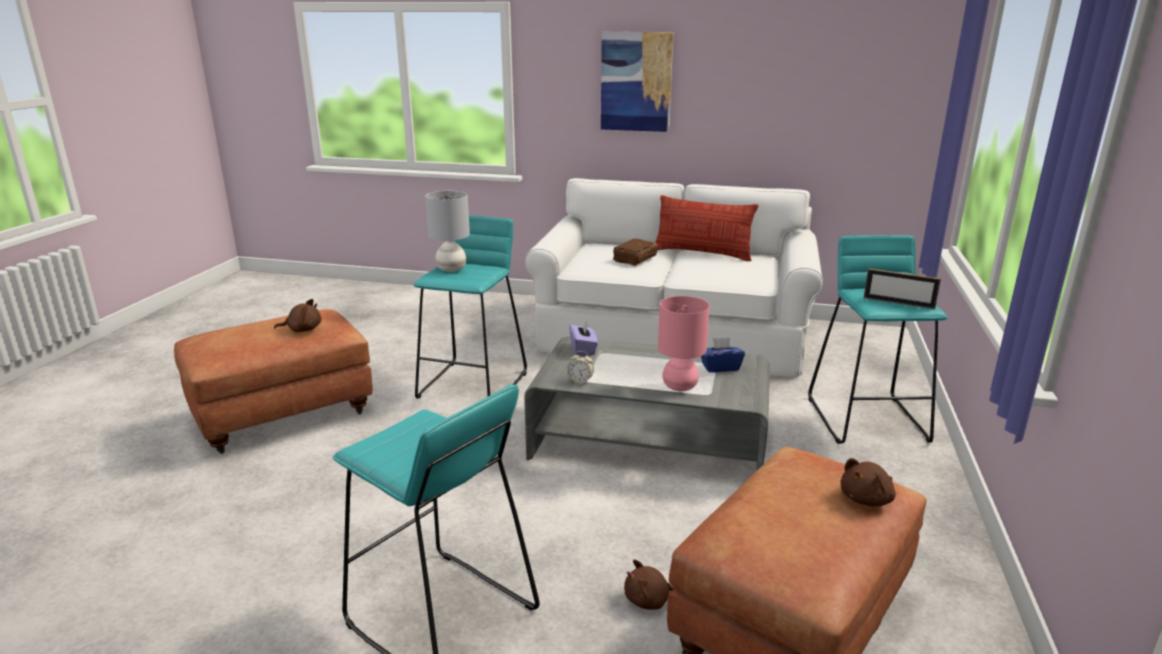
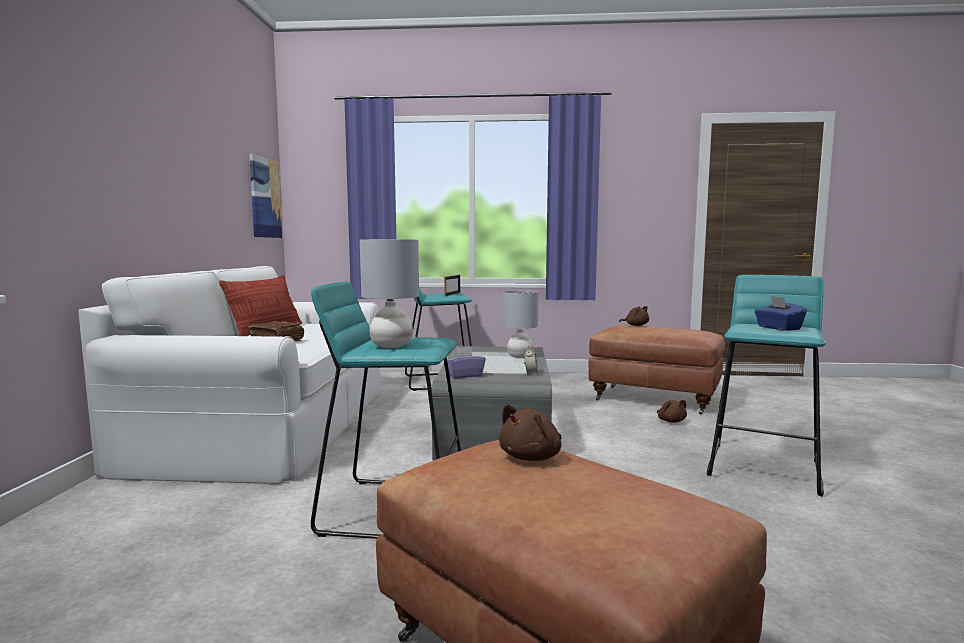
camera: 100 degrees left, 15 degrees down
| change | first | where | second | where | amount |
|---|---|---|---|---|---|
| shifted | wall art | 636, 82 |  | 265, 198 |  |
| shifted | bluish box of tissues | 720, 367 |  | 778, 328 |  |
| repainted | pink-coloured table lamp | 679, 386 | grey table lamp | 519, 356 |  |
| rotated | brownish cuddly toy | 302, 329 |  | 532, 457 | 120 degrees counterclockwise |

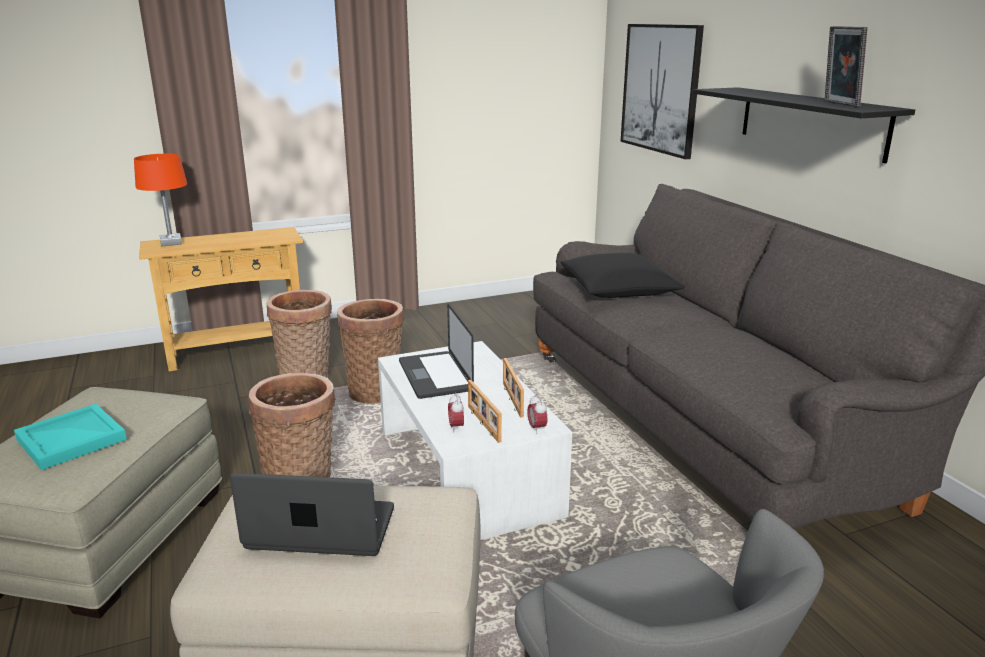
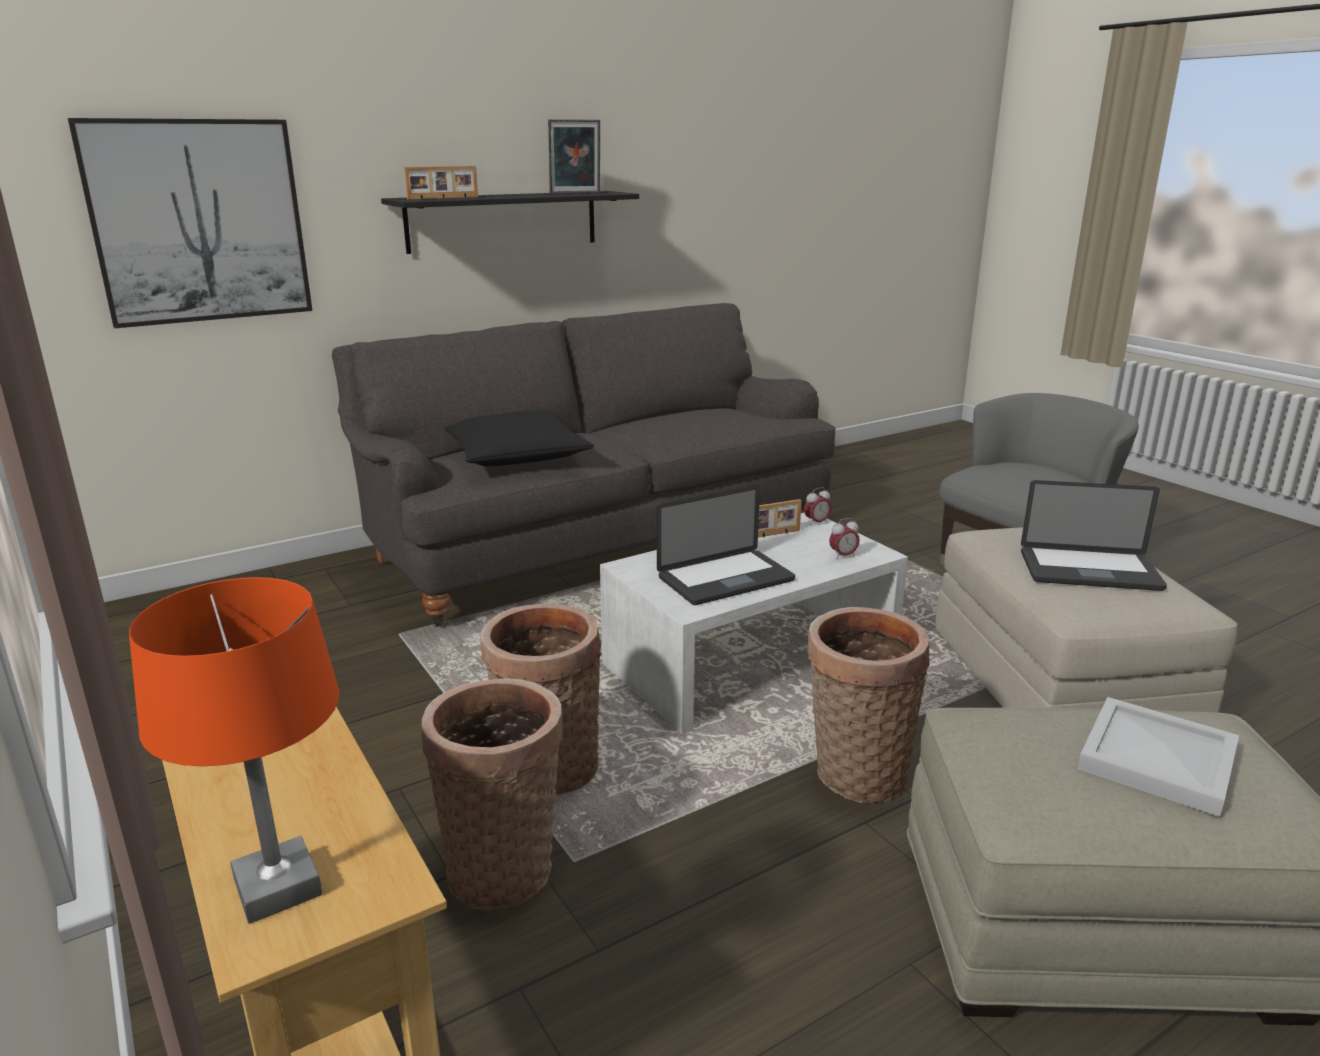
camera: 100 degrees left, 0 degrees up
| change | first | where | second | where | amount |
|---|---|---|---|---|---|
| shifted | picture frame | 483, 424 |  | 443, 198 |  |
| repainted | turquoise-coloured tray | 72, 438 | white-coloured tray | 1154, 759 |  |
| rotated | laptop | 321, 529 |  | 1089, 571 | 75 degrees counterclockwise |

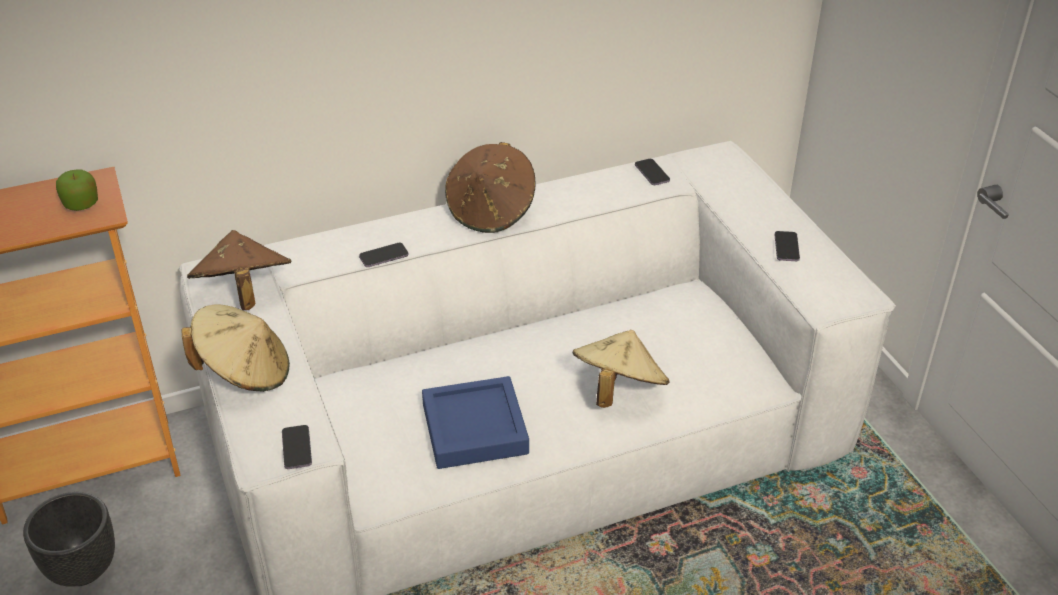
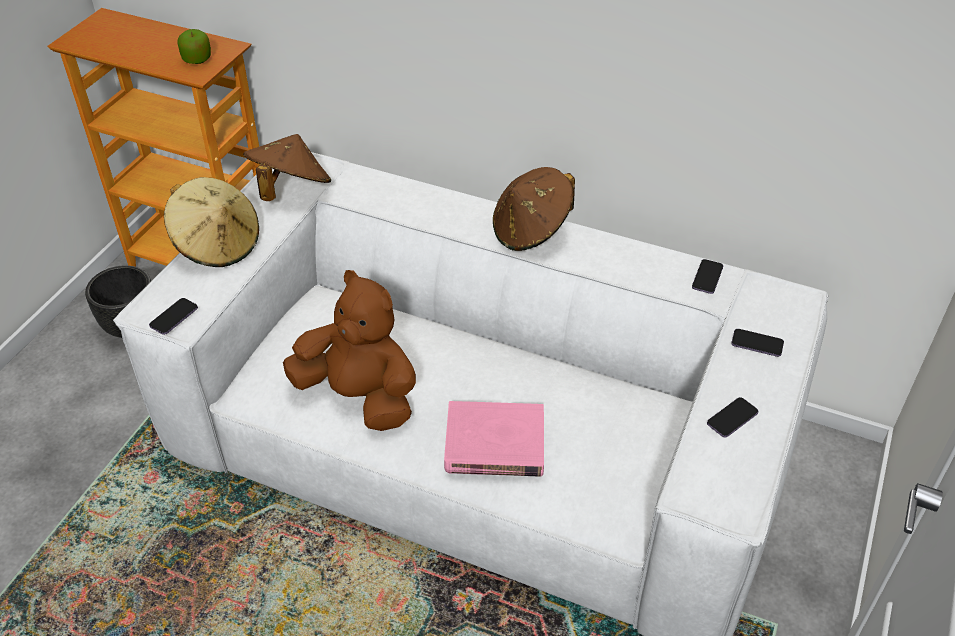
camera: 45 degrees right, 5 degrees up
| change | first | where | second | where | amount |
|---|---|---|---|---|---|
| shifted | telephone | 384, 256 |  | 757, 344 |  |
| swapped | bluish tray | 475, 429 | brownish cuddly toy | 359, 396 |  |
| swapped | beige-coloured clothing hat | 618, 390 | pink-coloured bound book | 494, 444 |  |

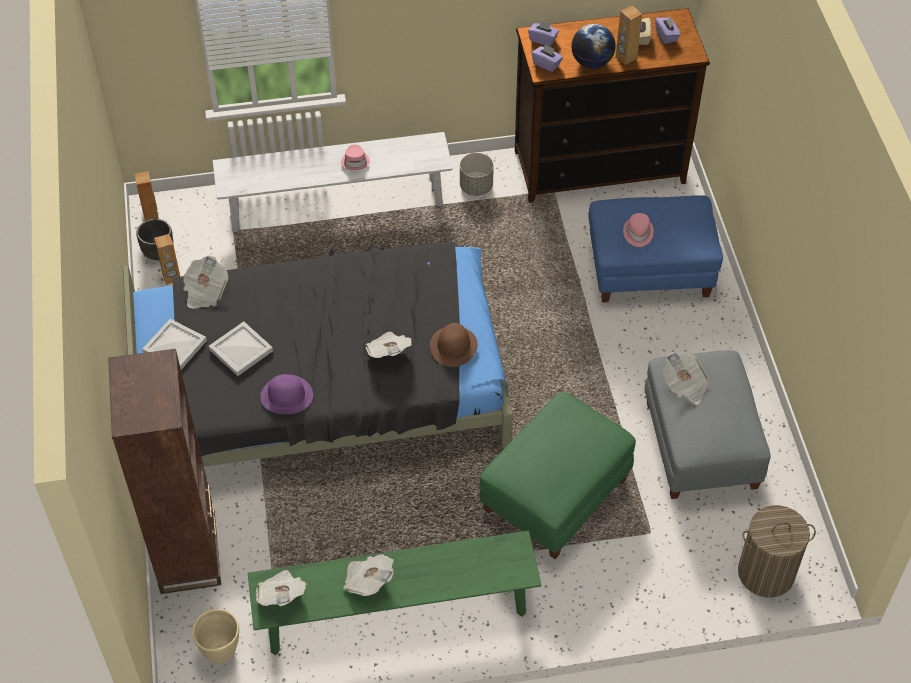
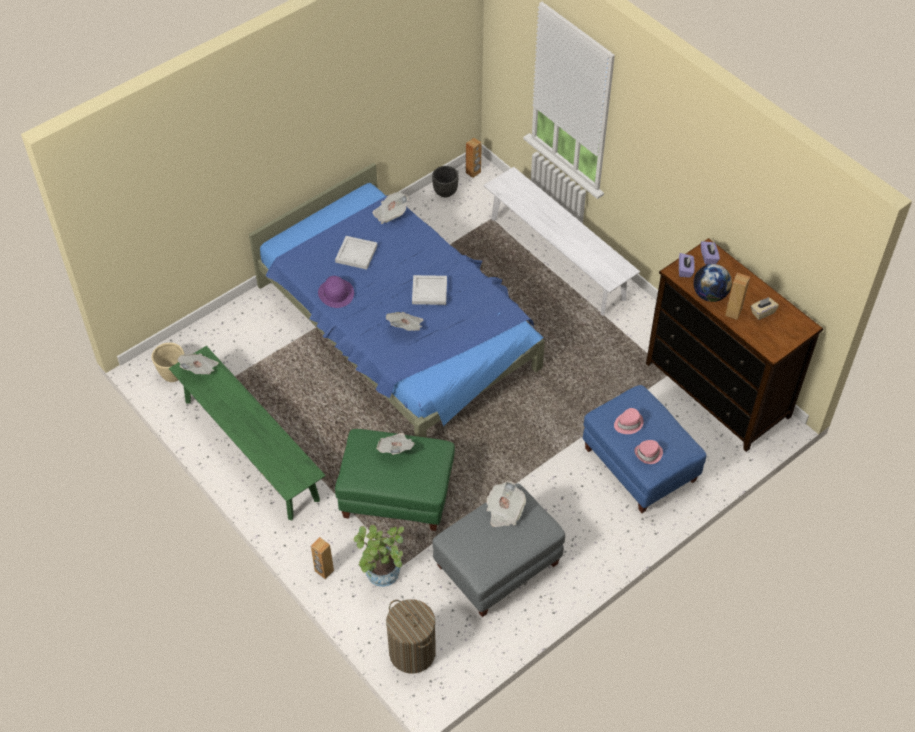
camera: 60 degrees right, 0 degrees up
| change | first | where | second | where | amount |
|---|---|---|---|---|---|
| gone | brownish shelving unit | 188, 552 |  |  |  |
| gone | brownish clothing hat | 453, 346 |  |  |  |
| gone | grey flower pot | 476, 187 |  |  |  |
| gone | purple box of tissues | 666, 36 |  |  |  |
| new |  |  | plant in a pot | 381, 577 |  |
| shifted | white-coloured tray | 175, 346 |  | 430, 291 |  |
| shifted | brownish speaker | 172, 277 |  | 324, 571 |  |
| shifted | pink-coloured clothing hat | 355, 161 |  | 648, 454 |  |
| shifted | newspaper | 368, 580 |  | 396, 449 |  |
| repainted | blackish bedroom bed | 323, 387 | bluish bedroom bed | 398, 328 |  |

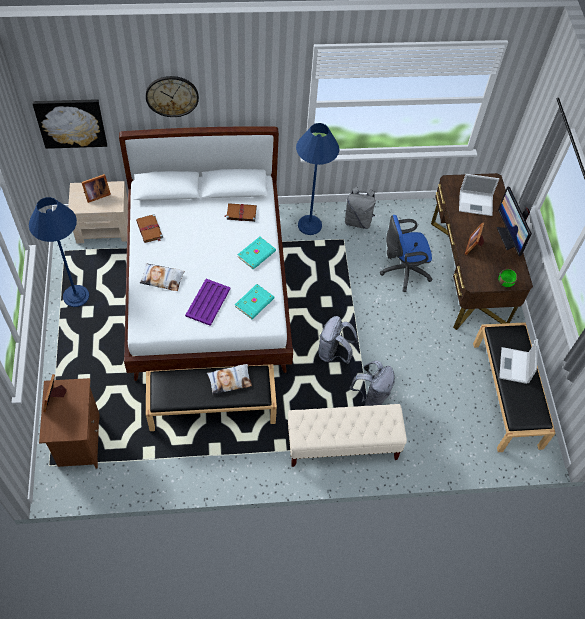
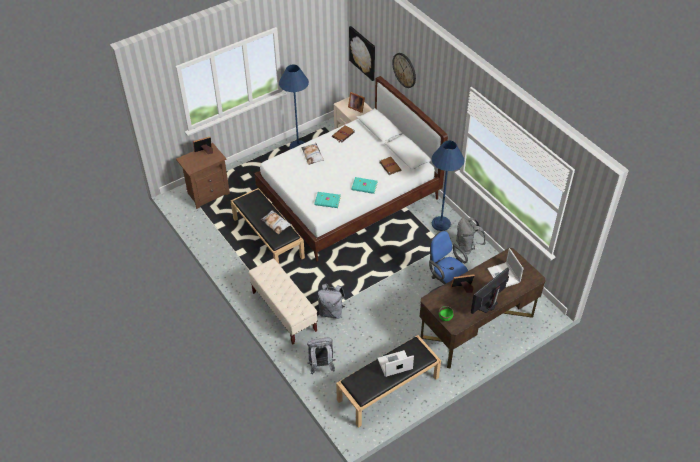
camera: 65 degrees right, 10 degrees down
| change | first | where | second | where | amount |
|---|---|---|---|---|---|
| gone | purple tray | 208, 302 |  |  |  |
| shifted | grey rucksack | 334, 353 |  | 321, 366 |  |

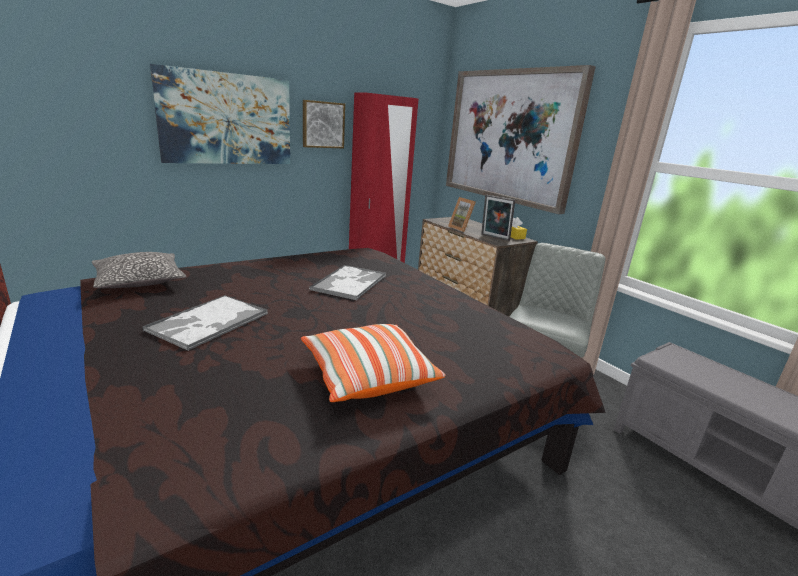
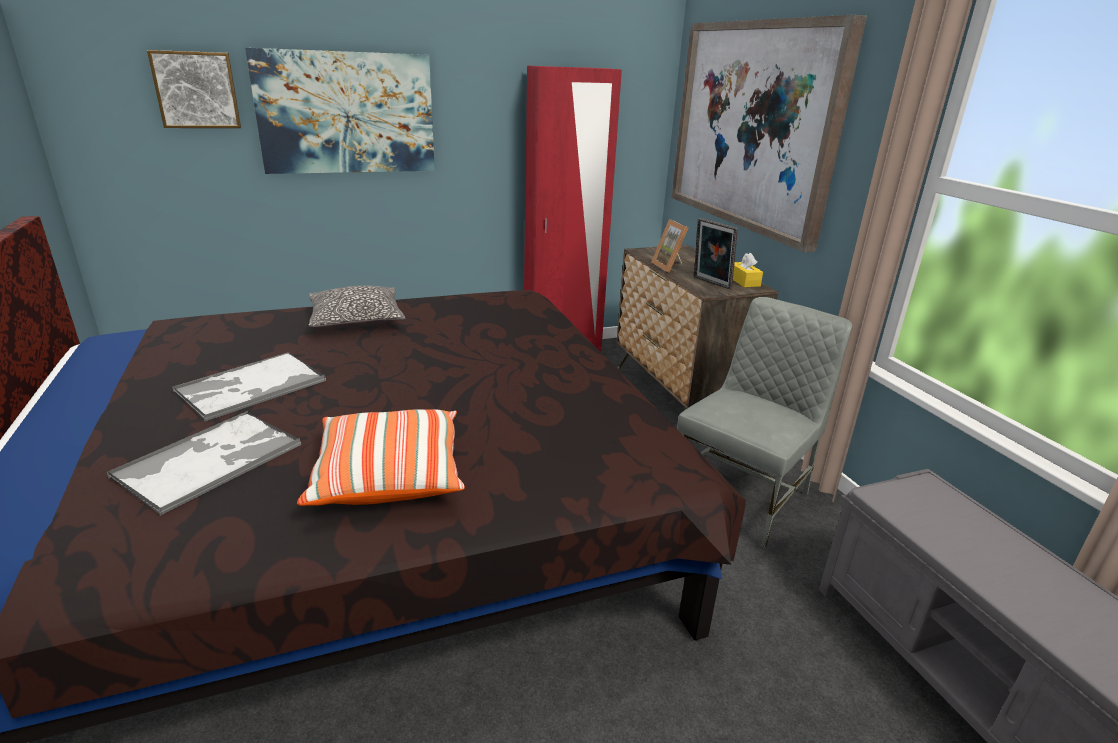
camera: 15 degrees right, 5 degrees up
| change | first | where | second | where | amount |
|---|---|---|---|---|---|
| shifted | throw pillow | 140, 281 |  | 357, 320 |  |
| shifted | wall art | 323, 124 |  | 196, 90 |  |
| shifted | tray | 350, 282 |  | 211, 460 |  |

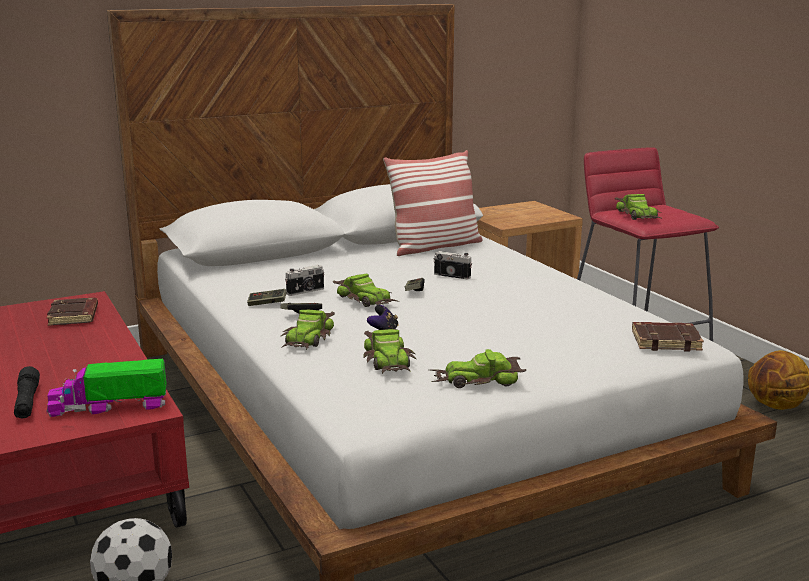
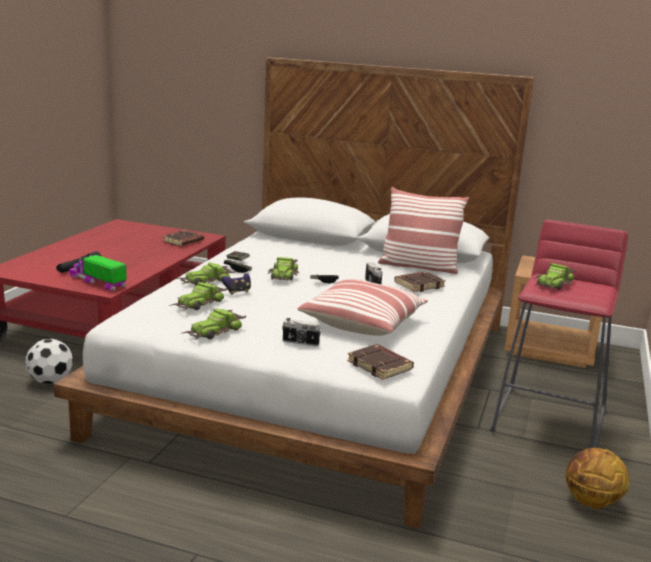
camera: 45 degrees right, 0 degrees up
| change | first | where | second | where | amount |
|---|---|---|---|---|---|
| new |  |  | throw pillow | 363, 322 |  |
| new |  |  | brownish bound book | 419, 285 |  |
| shifted | photo camera | 306, 291 |  | 300, 343 |  |
| rotated | model car | 477, 380 |  | 214, 331 | 90 degrees counterclockwise |

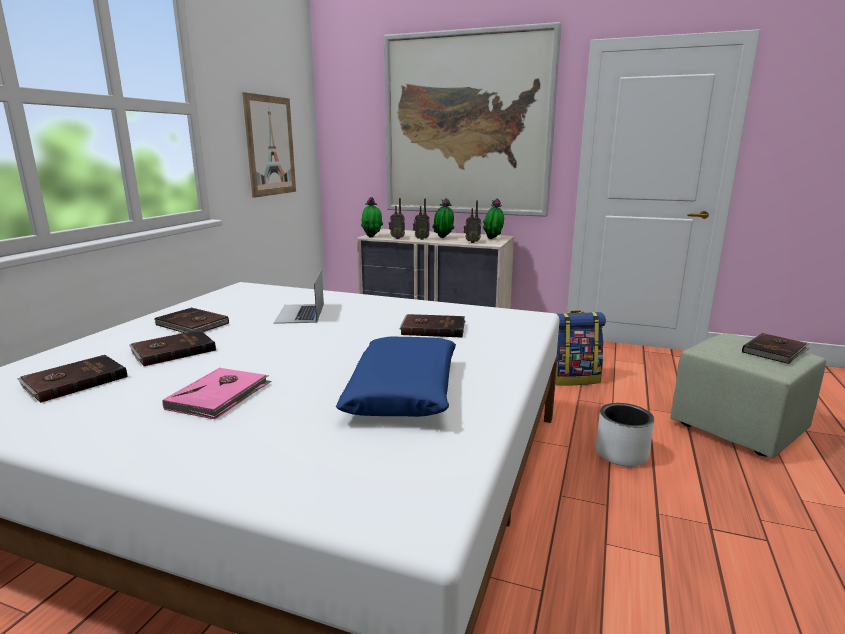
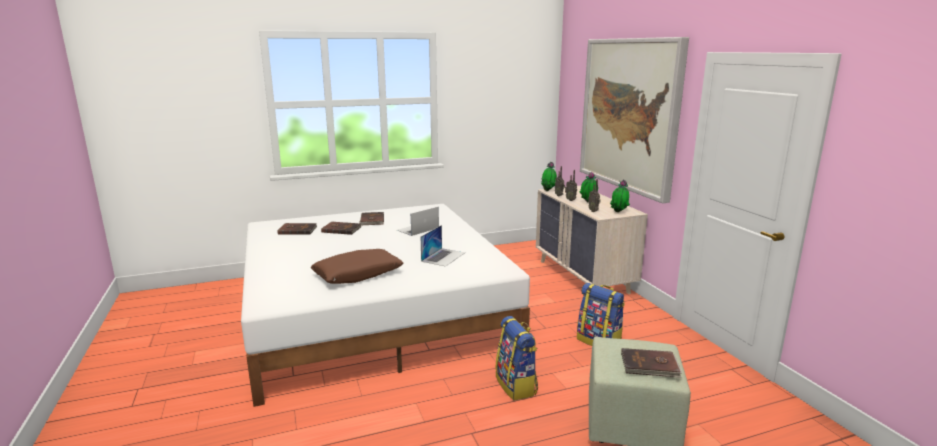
camera: 50 degrees right, 0 degrees up
| change | first | where | second | where | amount |
|---|---|---|---|---|---|
| gone | pink-coloured bound book | 220, 396 |  |  |  |
| gone | wall art | 270, 146 |  |  |  |
| swapped | brownish bound book | 433, 328 | laptop | 443, 257 |  |
| swapped | white-coloured flower pot | 622, 454 | rucksack | 516, 385 |  |
| repainted | bluish throw pillow | 404, 390 | brownish throw pillow | 358, 274 |  |

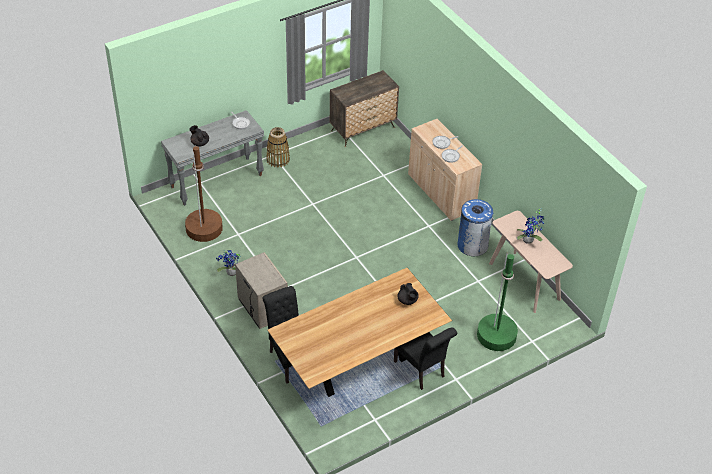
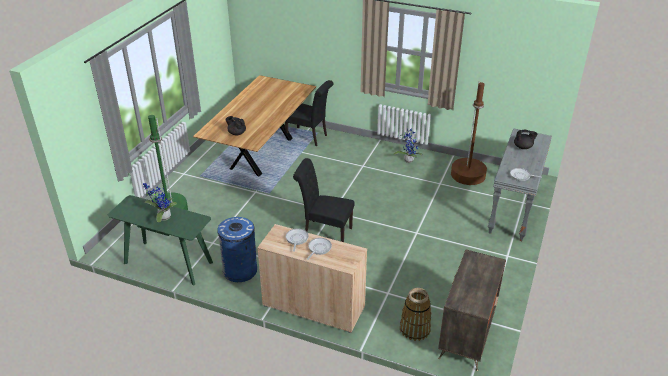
camera: 145 degrees right, 10 degrees down
| change | first | where | second | where | amount |
|---|---|---|---|---|---|
| gone | beige-coloured nightstand | 262, 308 |  |  |  |
| shifted | basket | 278, 159 |  | 414, 329 |  |
| shifted | blackish upright chair | 421, 371 |  | 324, 232 |  |
| repainted | beige-coloured hall table | 524, 281 | greenish hall table | 168, 263 |  |

